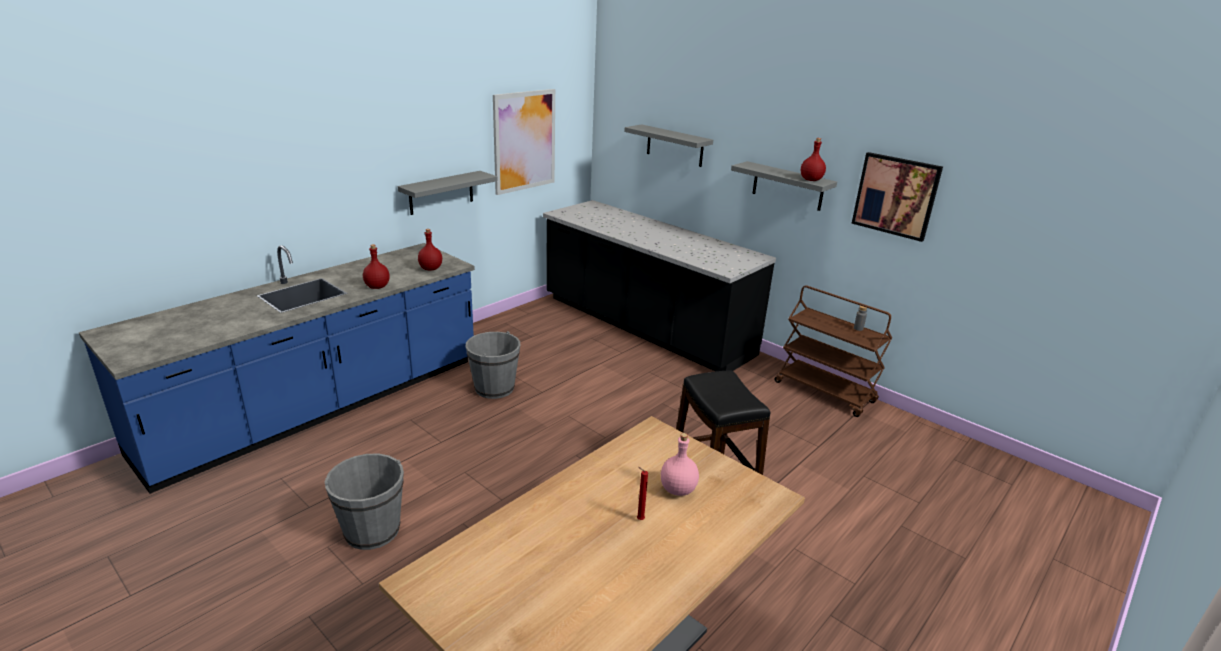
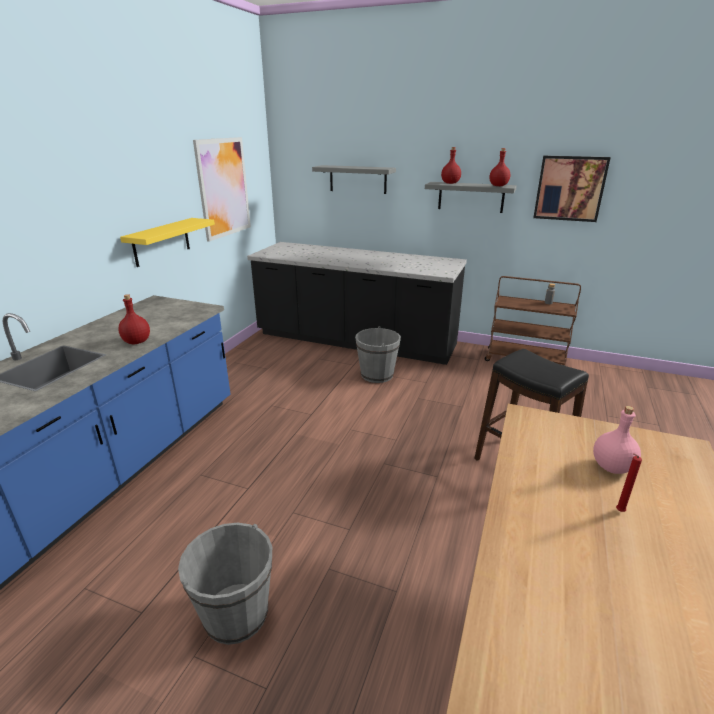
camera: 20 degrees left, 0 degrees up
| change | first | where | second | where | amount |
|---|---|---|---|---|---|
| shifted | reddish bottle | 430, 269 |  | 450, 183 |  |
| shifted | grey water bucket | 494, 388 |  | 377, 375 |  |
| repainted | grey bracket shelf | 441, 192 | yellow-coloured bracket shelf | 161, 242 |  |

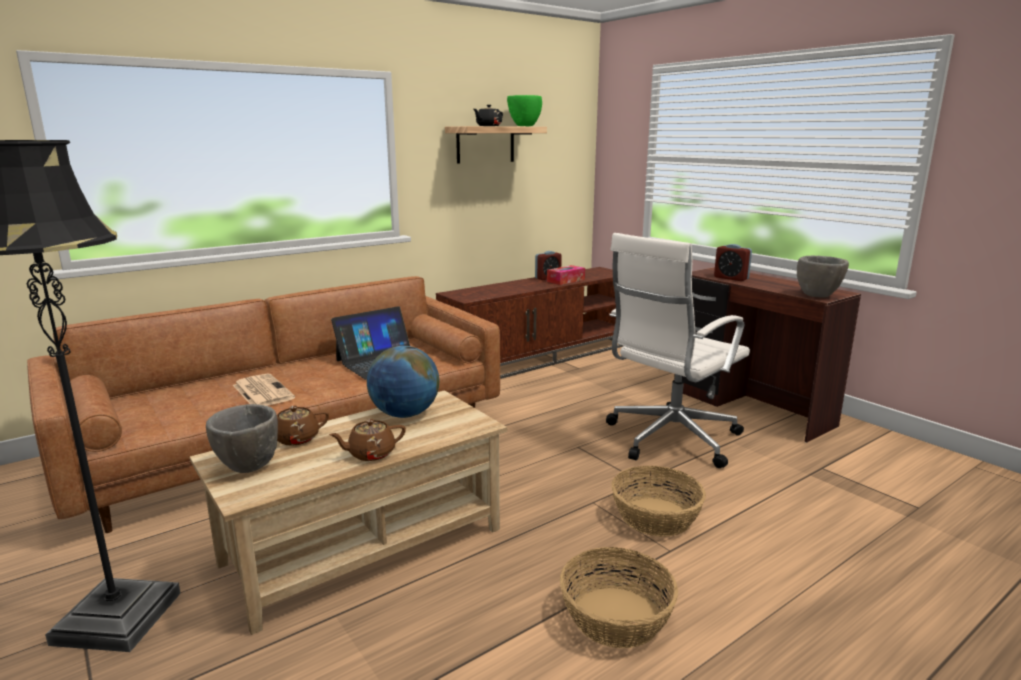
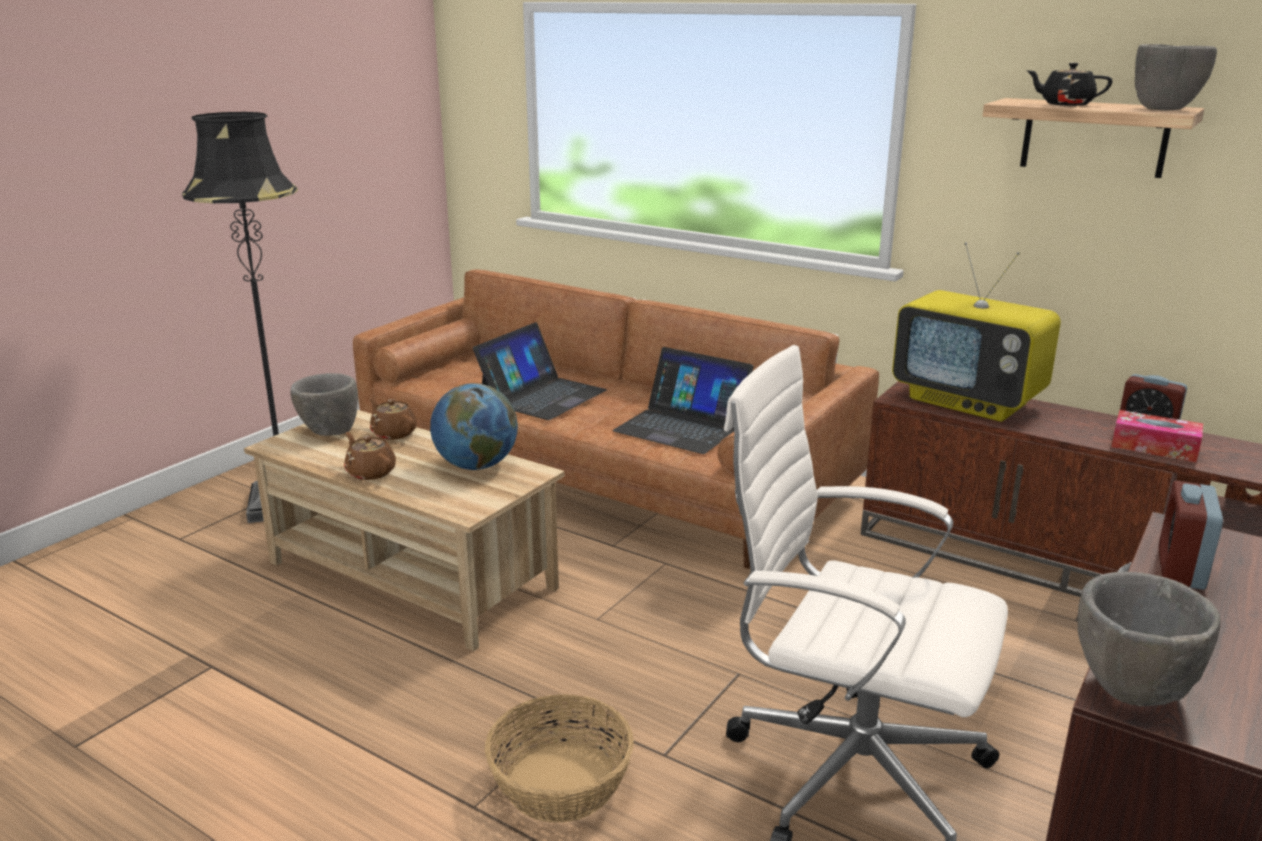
camera: 70 degrees right, 5 degrees up
| change | first | where | second | where | amount |
|---|---|---|---|---|---|
| gone | basket | 615, 617 |  |  |  |
| new |  |  | TV | 969, 402 |  |
| swapped | newspaper | 262, 391 | laptop | 542, 395 |  |
| repainted | greenish serving bowl | 524, 126 | grey serving bowl | 1164, 109 |  |

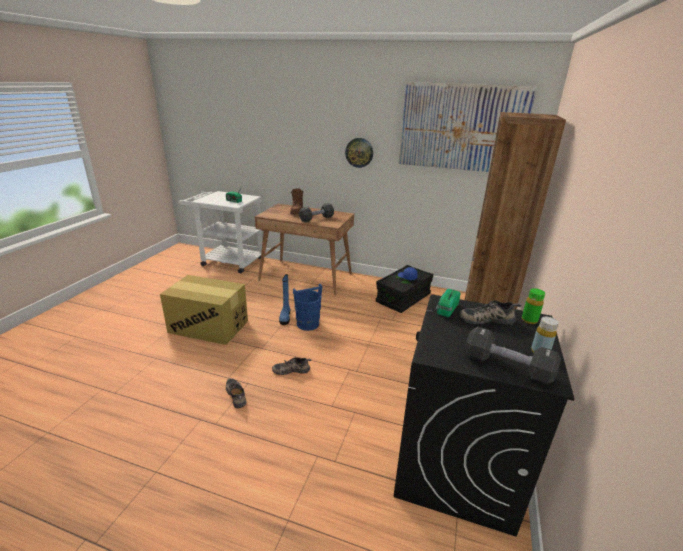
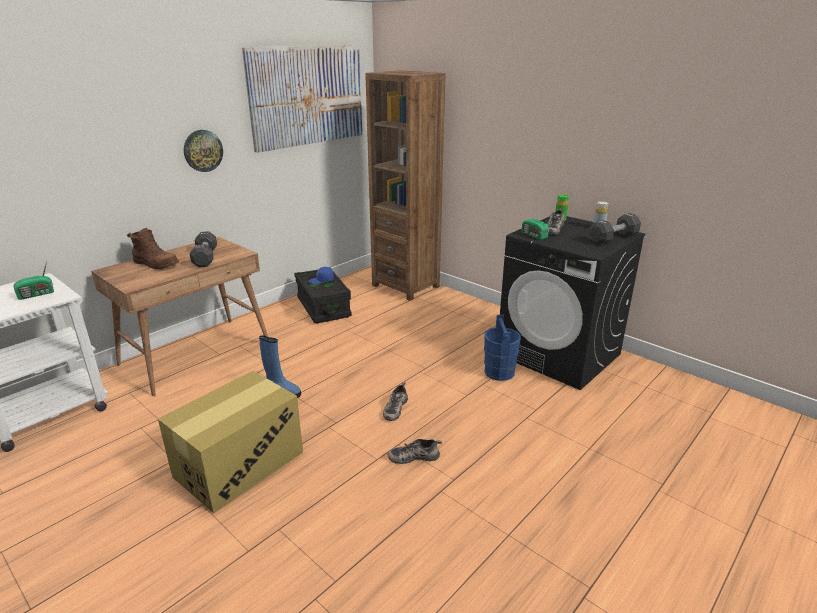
camera: 65 degrees left, 0 degrees up
| change | first | where | second | where | amount |
|---|---|---|---|---|---|
| shifted | bluish water bucket | 308, 324 |  | 499, 372 |  |

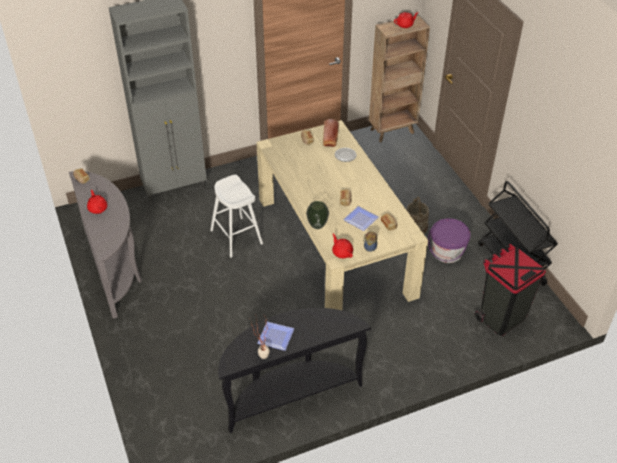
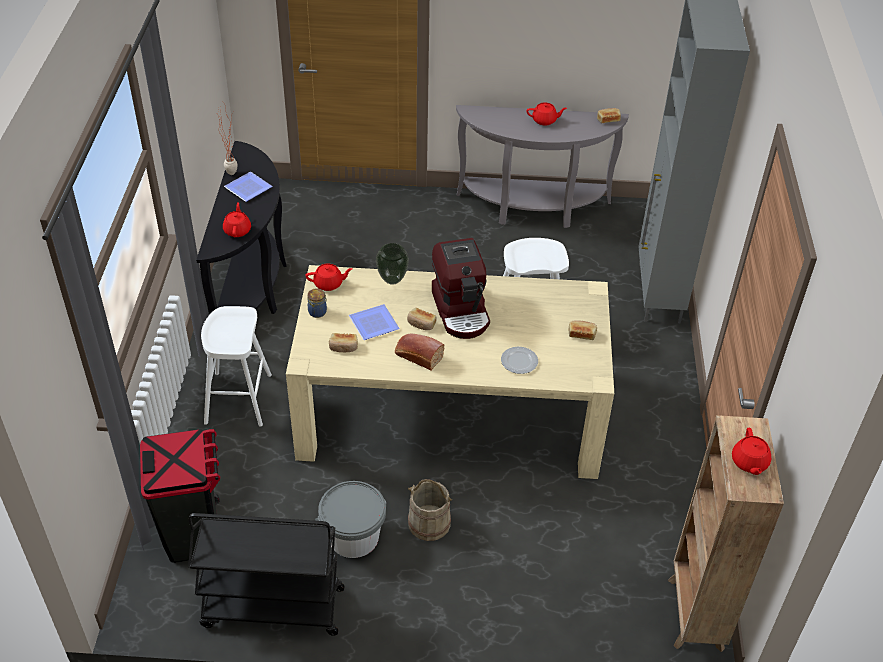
camera: 115 degrees right, 0 degrees up
| change | first | where | second | where | amount |
|---|---|---|---|---|---|
| new |  |  | white-coloured sitting stool | 238, 399 |  |
| new |  |  | reddish teapot | 237, 230 |  |
| new |  |  | coffee brewer | 461, 310 |  |
| shifted | bread | 330, 139 |  | 417, 356 |  |
| repainted | purple water bucket | 447, 252 | grey water bucket | 353, 537 |  |

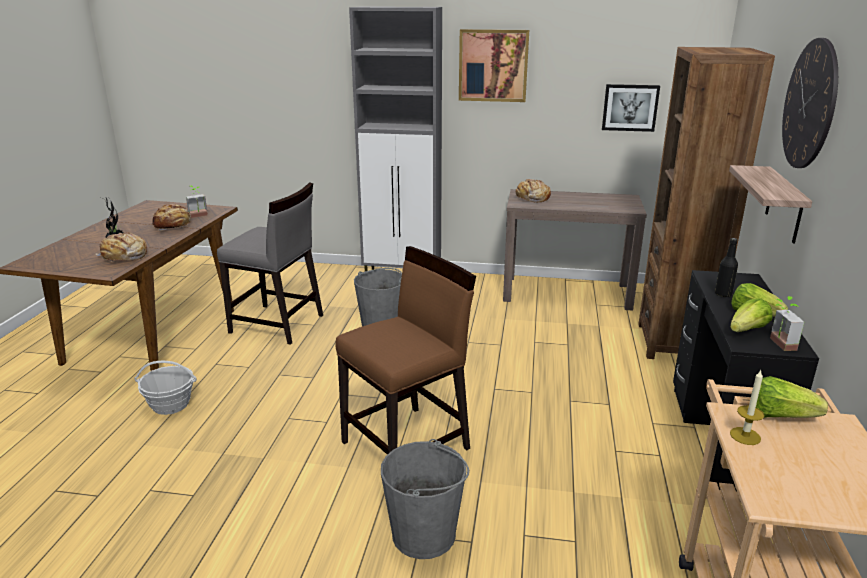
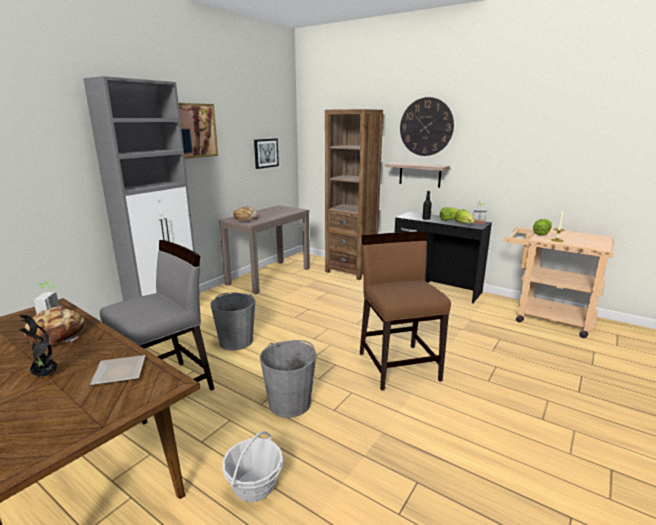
camera: 65 degrees left, 5 degrees down
| change | first | where | second | where | amount |
|---|---|---|---|---|---|
| shifted | grey water bucket | 424, 534 |  | 290, 403 |  |
| swapped | bread | 124, 256 | flat dish | 121, 371 |  |

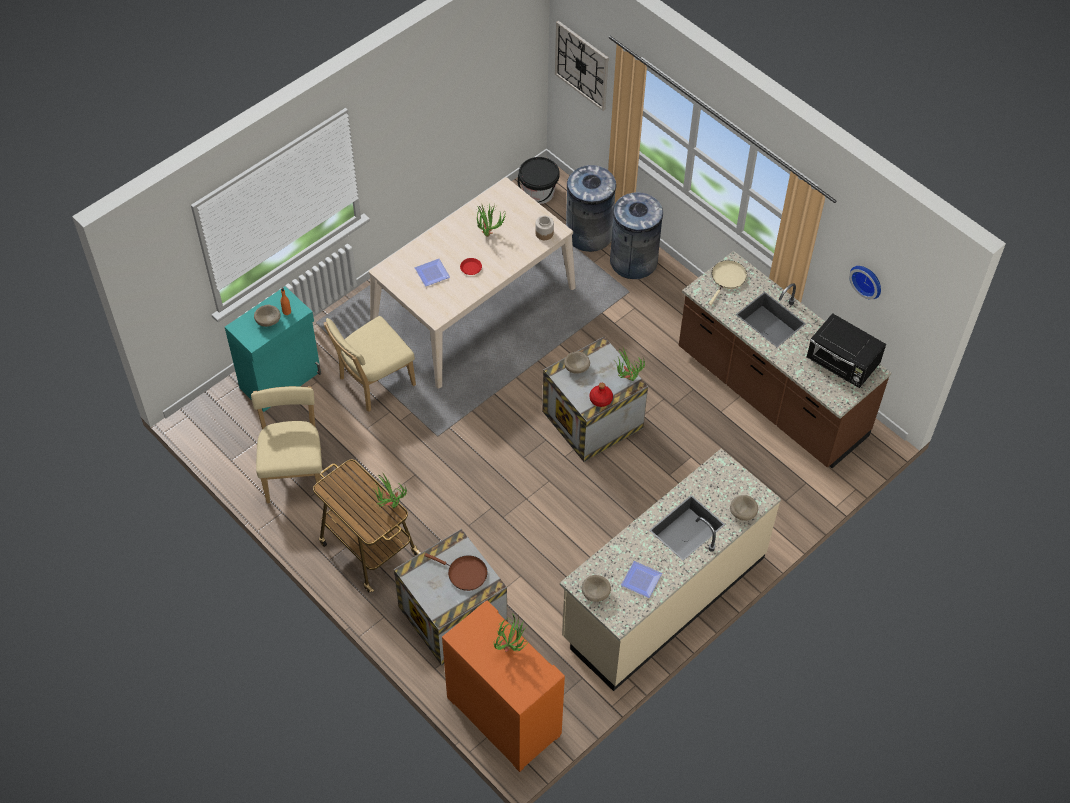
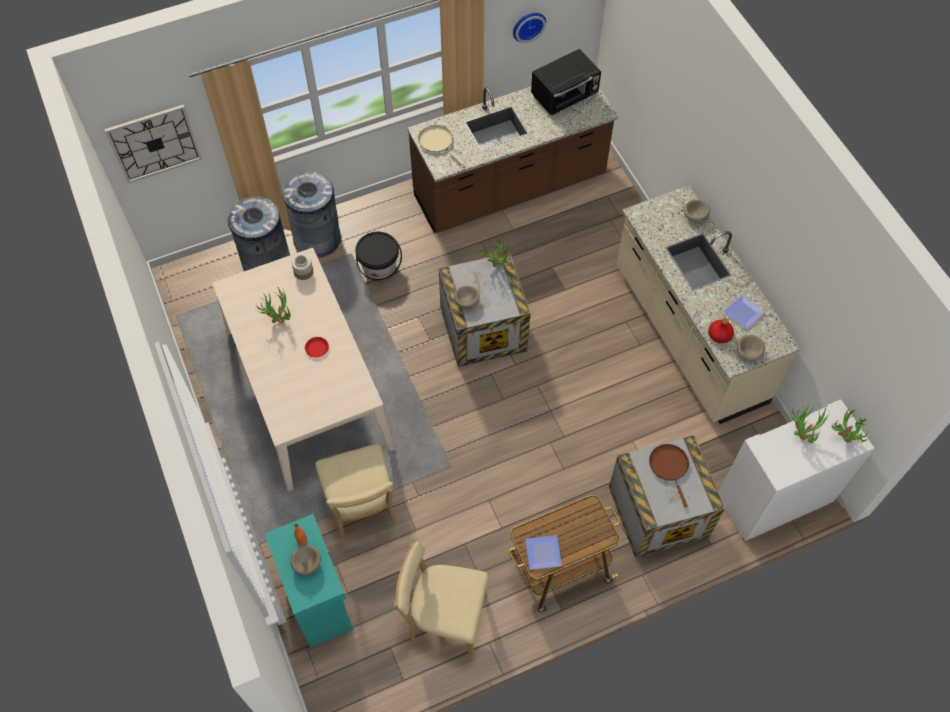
camera: 70 degrees left, 5 degrees up
| change | first | where | second | where | amount |
|---|---|---|---|---|---|
| shifted | plant in a pot | 389, 505 |  | 843, 439 |  |
| shifted | flat dish | 433, 274 |  | 544, 551 |  |
| shifted | blackish water bucket | 538, 192 |  | 379, 267 |  |
| shifted | reddish bottle | 600, 399 |  | 720, 335 |  |
| repainted | orange cupboard | 502, 716 | white-coloured cupboard | 774, 500 |  |
| rotated | brownish frying pan | 464, 573 |  | 669, 466 | 60 degrees counterclockwise |

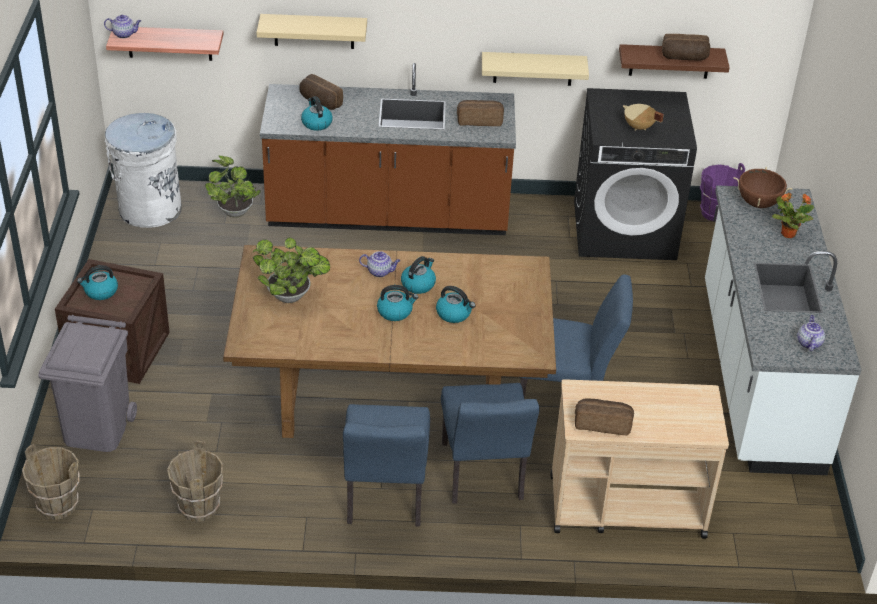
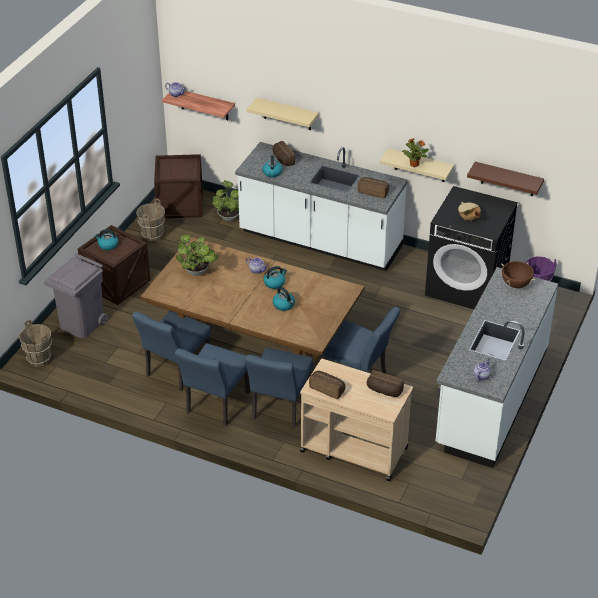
camera: 25 degrees right, 0 degrees up
| change | first | where | second | where | amount |
|---|---|---|---|---|---|
| gone | kettle | 395, 311 |  |  |  |
| new |  |  | bluish upright chair | 175, 371 |  |
| shifted | brownish water bucket | 198, 508 |  | 152, 235 |  |
| shifted | bread | 684, 58 |  | 384, 391 |  |
| shifted | plant in a pot | 787, 233 |  | 414, 164 |  |
| swapped | white-coloured waste bin | 149, 208 | packing crate | 180, 204 |  |
| repainted | brownish kitchen base unit | 388, 215 | white-coloured kitchen base unit | 320, 241 |  |

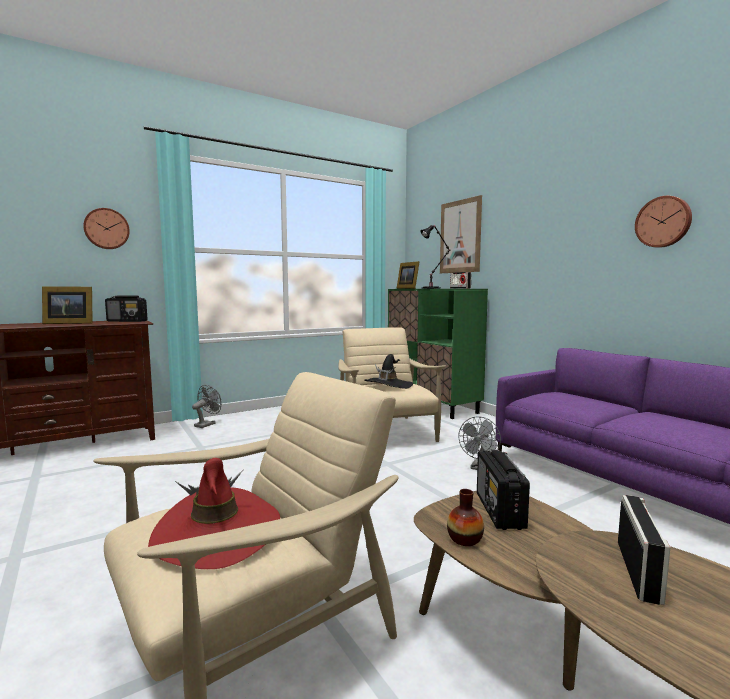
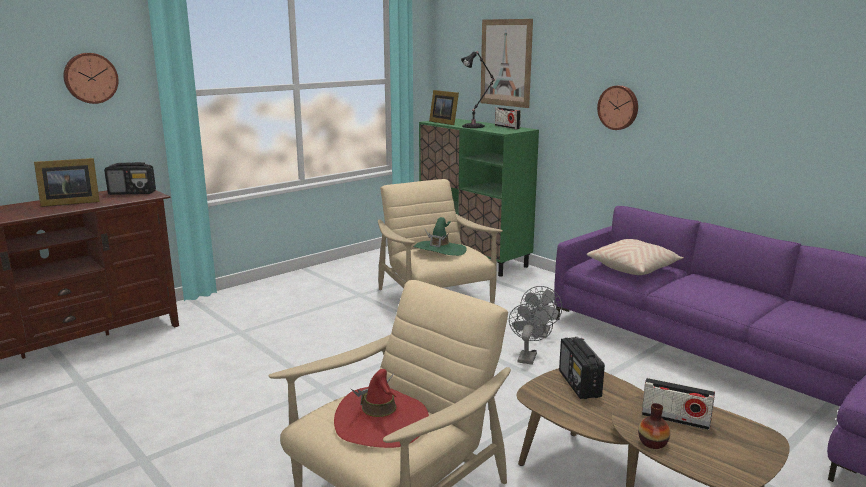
camera: 10 degrees left, 10 degrees up
| change | first | where | second | where | amount |
|---|---|---|---|---|---|
| new |  |  | beige-coloured throw pillow | 633, 268 |  |
| shifted | grey fan | 207, 424 |  | 527, 356 |  |
| shifted | flower vase | 464, 539 |  | 652, 443 |  |
| shifted | clock on the wall | 663, 222 |  | 618, 107 |  |
| repainted | blackish clothing hat | 388, 385 | greenish clothing hat | 440, 250 |  |
| rotated | radio | 638, 571 |  | 675, 419 | 105 degrees clockwise |

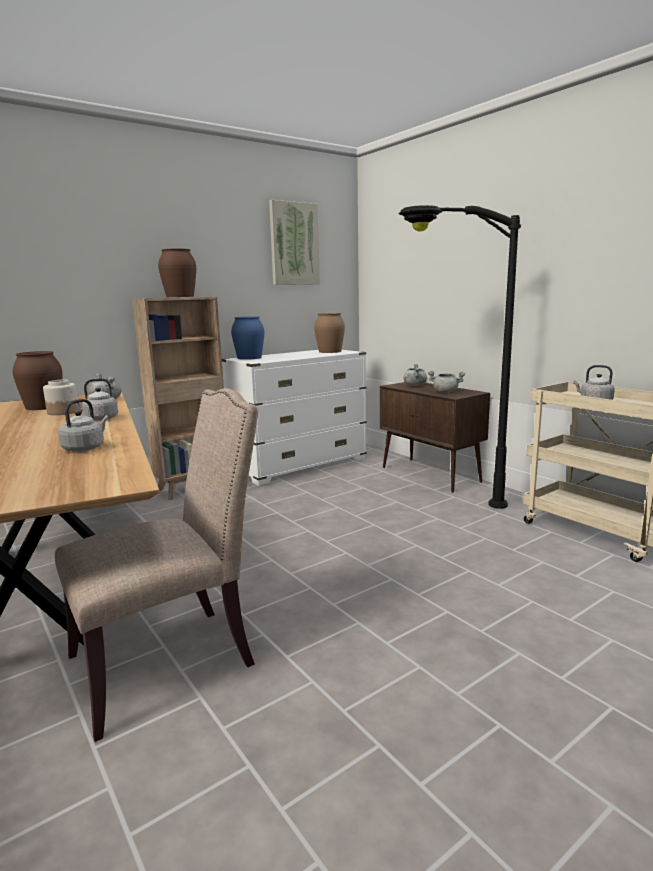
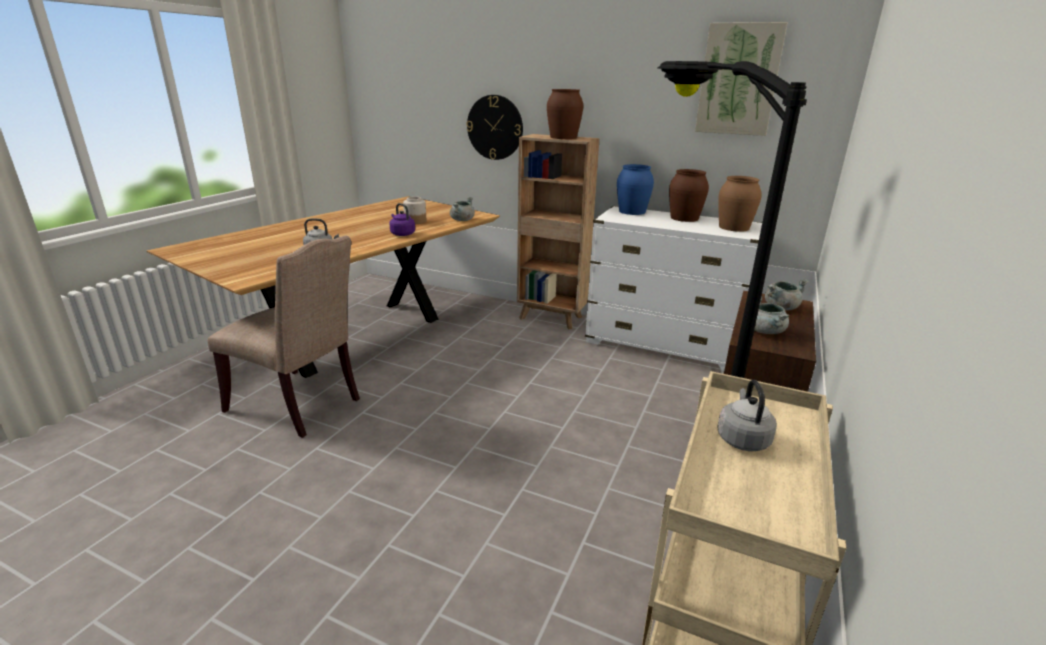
camera: 60 degrees right, 10 degrees up
| change | first | where | second | where | amount |
|---|---|---|---|---|---|
| new |  |  | clock on the wall | 495, 127 |  |
| shifted | brownish flower vase | 43, 406 |  | 684, 218 |  |
| repainted | grey kettle | 99, 419 | purple kettle | 402, 234 |  |

